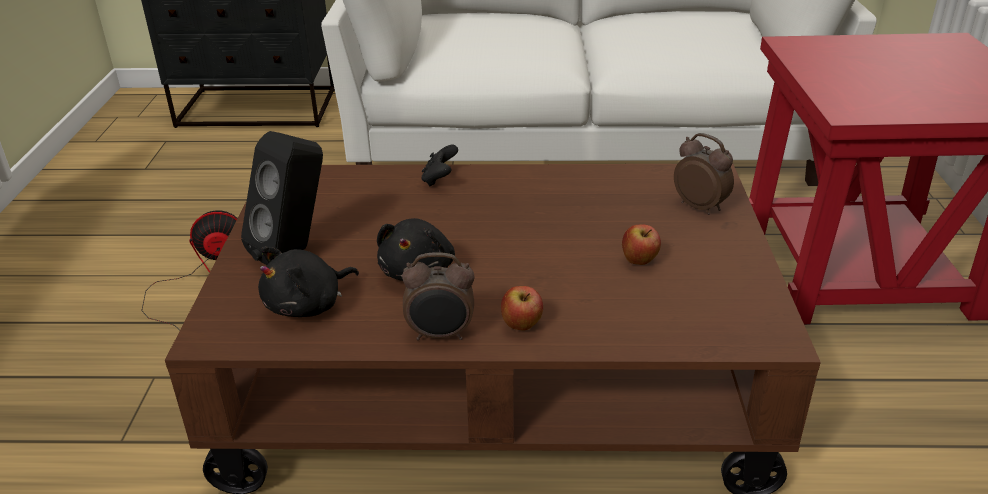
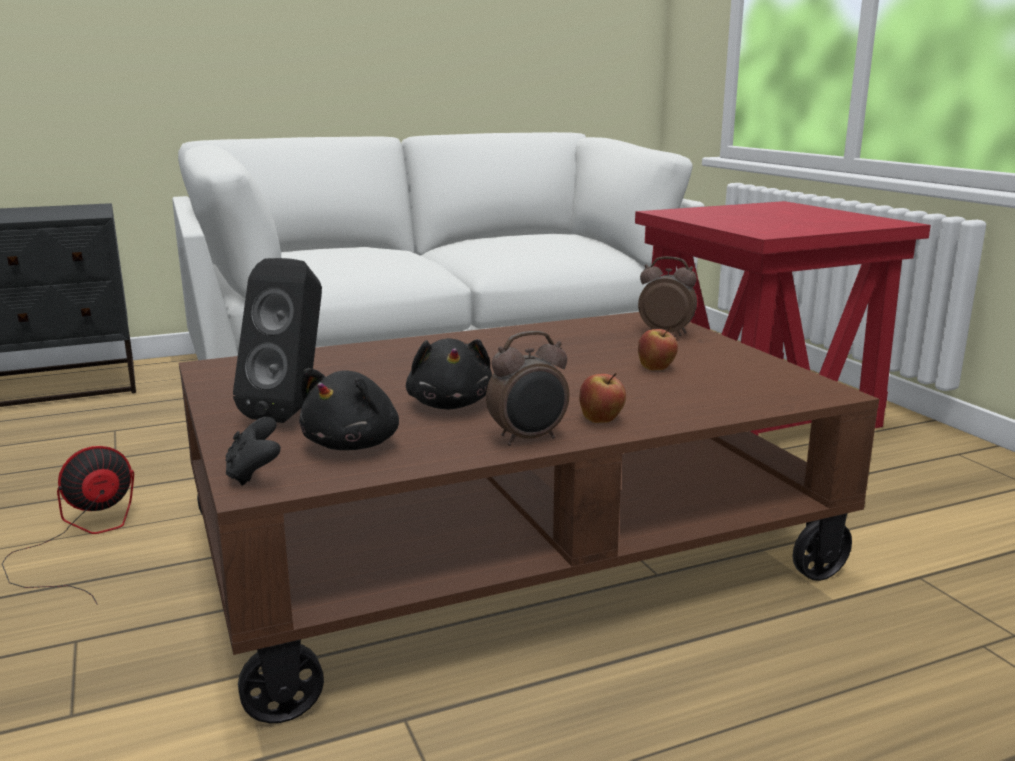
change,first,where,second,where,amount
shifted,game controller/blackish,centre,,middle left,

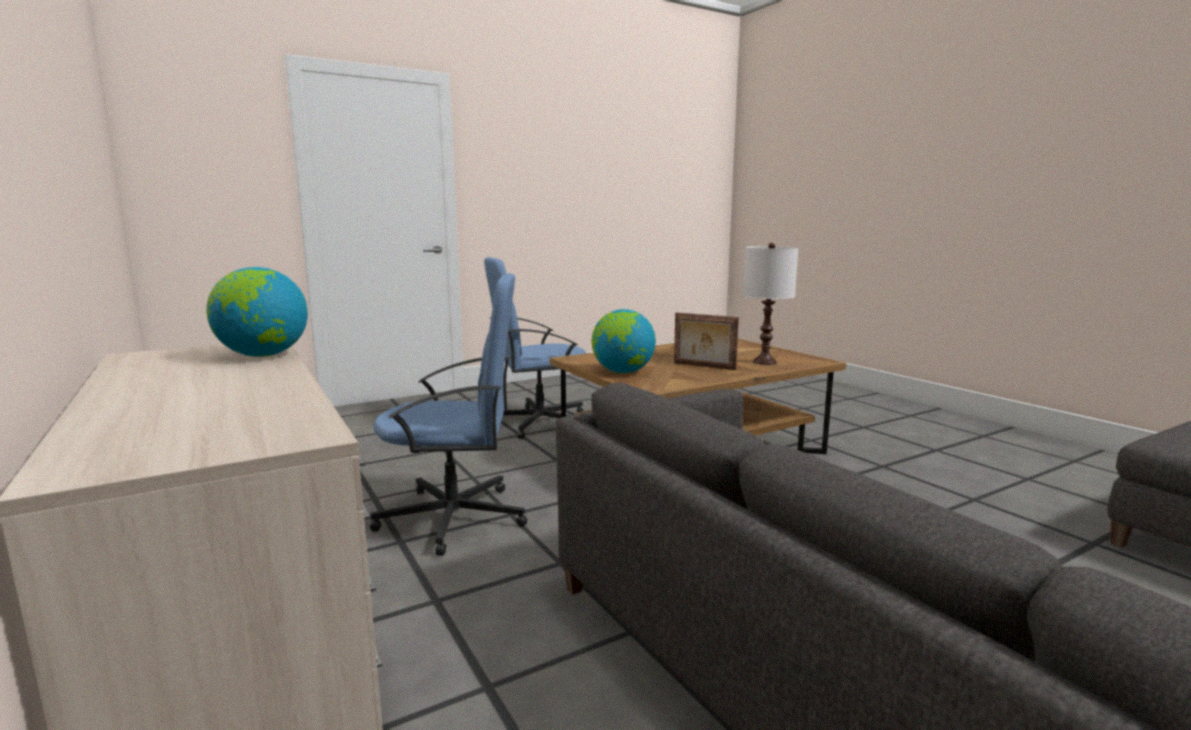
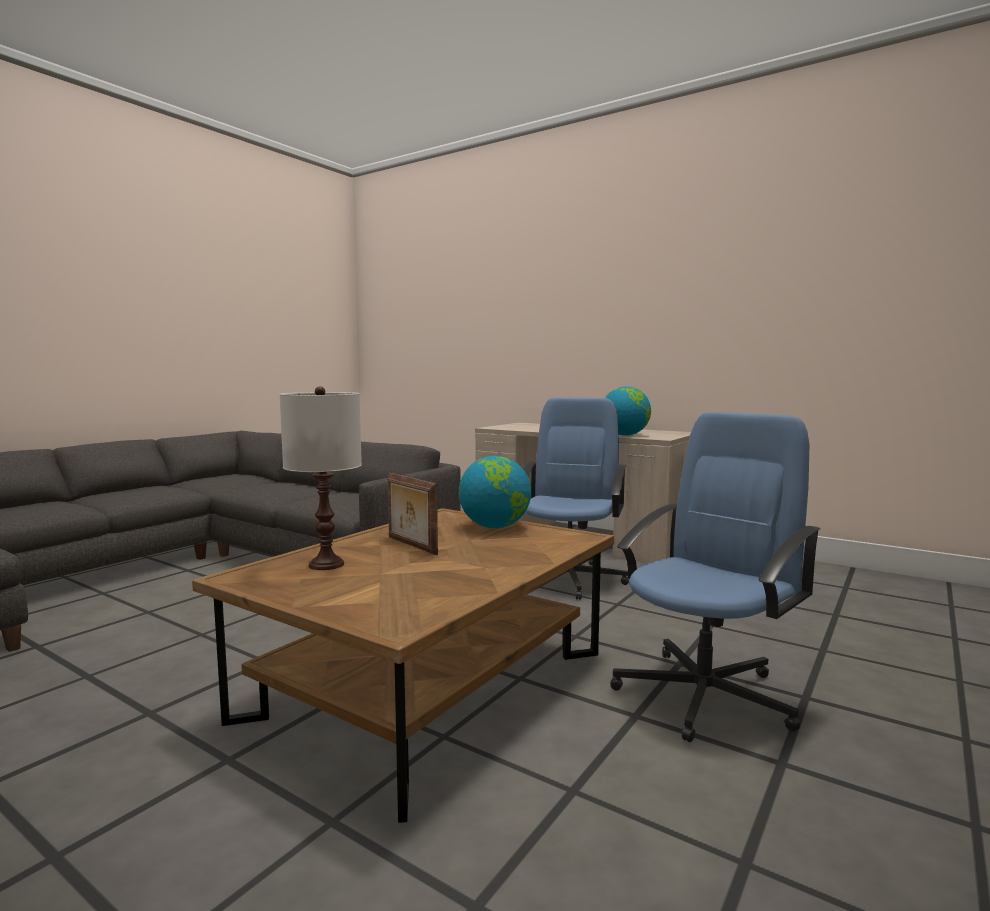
change,first,where,second,where,amount
rotated,computer chair/blue-coloured (no. 1 from left),centre,,centre,135 degrees clockwise
rotated,picture frame,centre,,centre,135 degrees counterclockwise

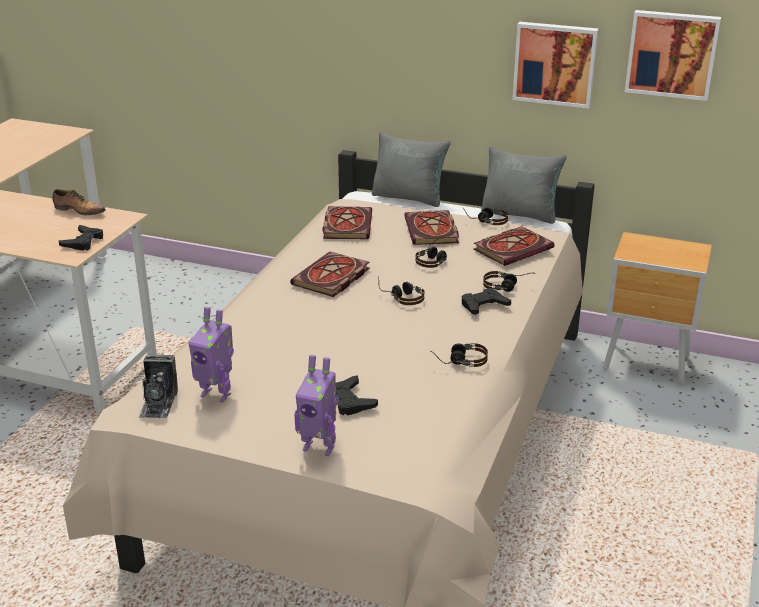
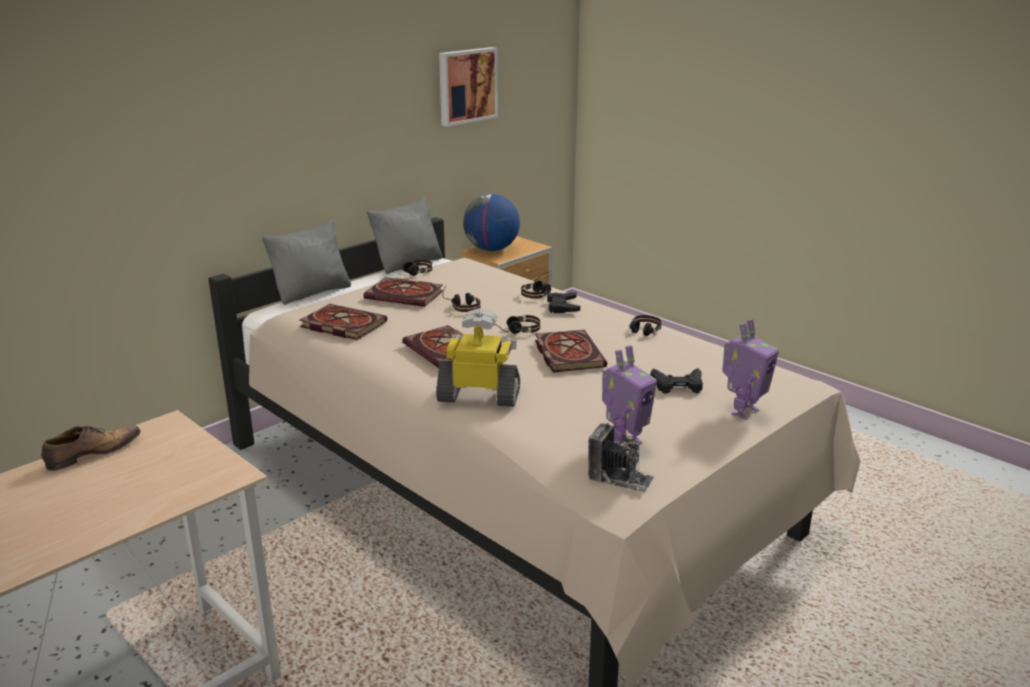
change,first,where,second,where,amount
gone,game controller/blackish (no. 1 from left),middle left,,,
gone,wall art (no. 1 from left),top right,,,
new,,,model robot (no. 1 from left),centre,
new,,,globe,top centre,
shifted,bound book (no. 4 from left),middle right,,centre,

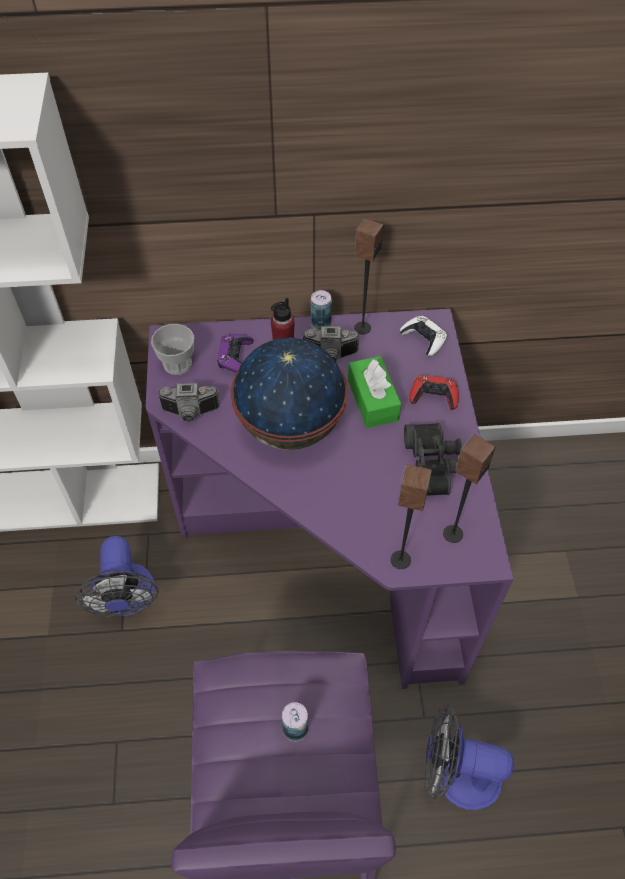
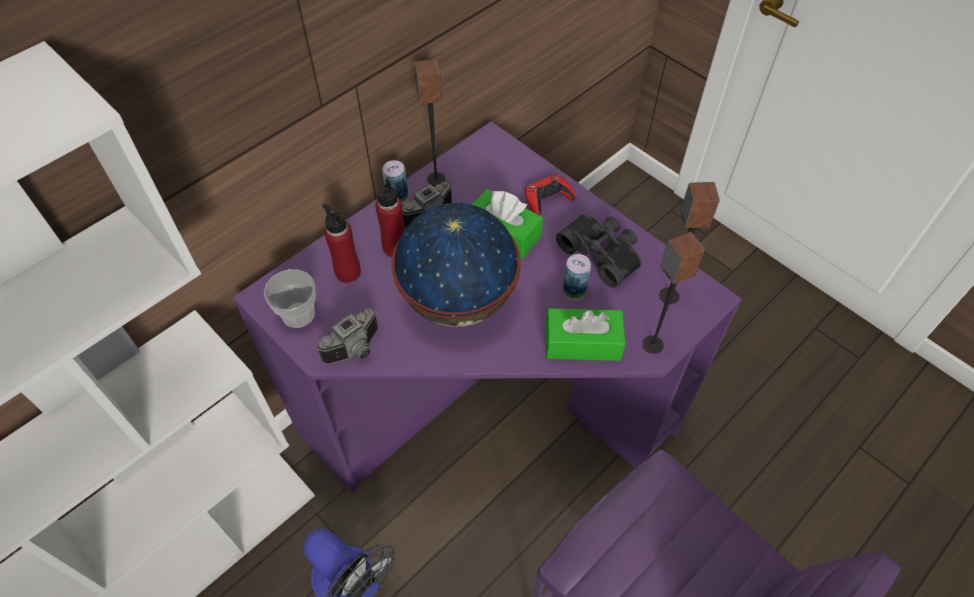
change,first,where,second,where,amount
gone,game controller/white-coloured,middle right,,,
gone,electric fan (no. 2 from left),bottom right,,,
new,,,box of tissues/green-coloured (no. 2 from left),centre,
shifted,metal can (no. 1 from left in the first image),bottom centre,metal can (no. 2 from left),centre,
swapped,game controller/purplish,centre,beverage bottle/red (no. 1 from left),centre,

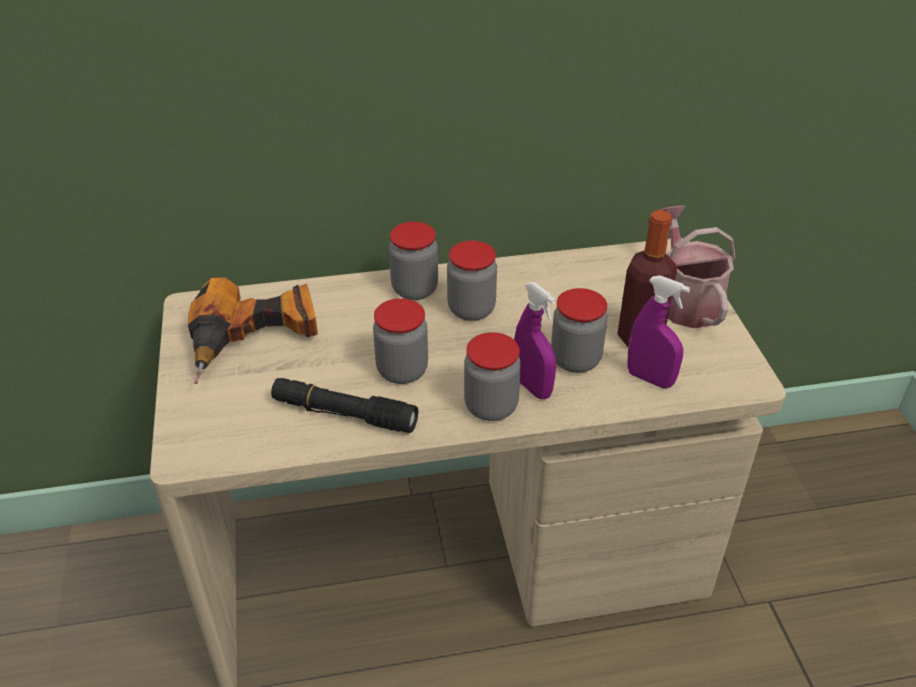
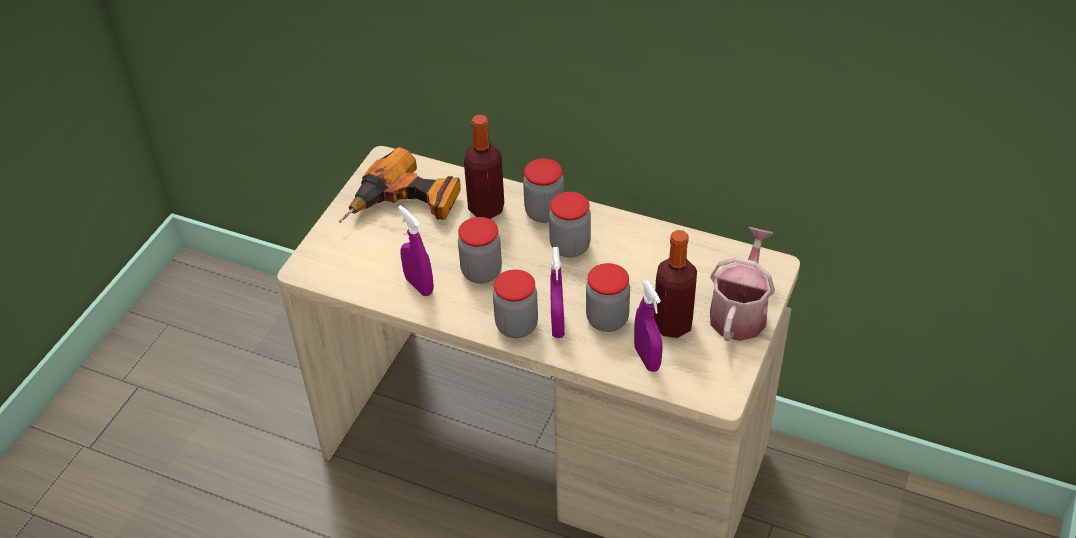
change,first,where,second,where,amount
new,,,beverage bottle (no. 1 from left),top centre,
swapped,flashlight/blackish,centre,spray bottle/purplish (no. 1 from left),centre,

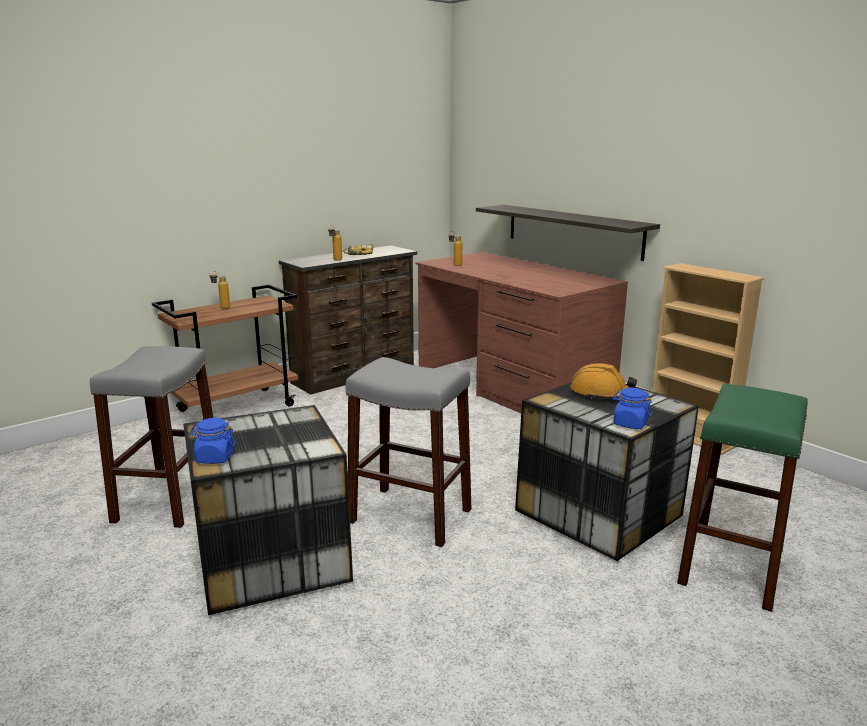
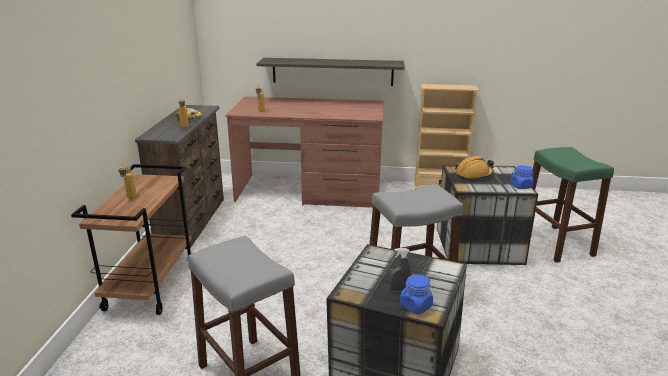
change,first,where,second,where,amount
new,,,spray bottle/gray,bottom centre,

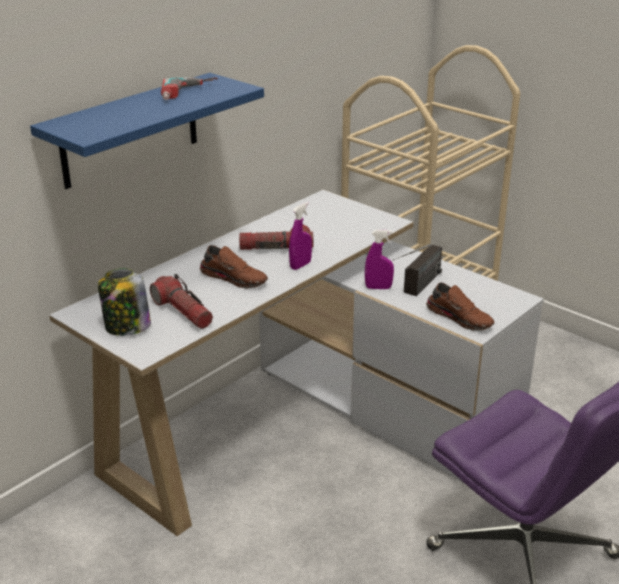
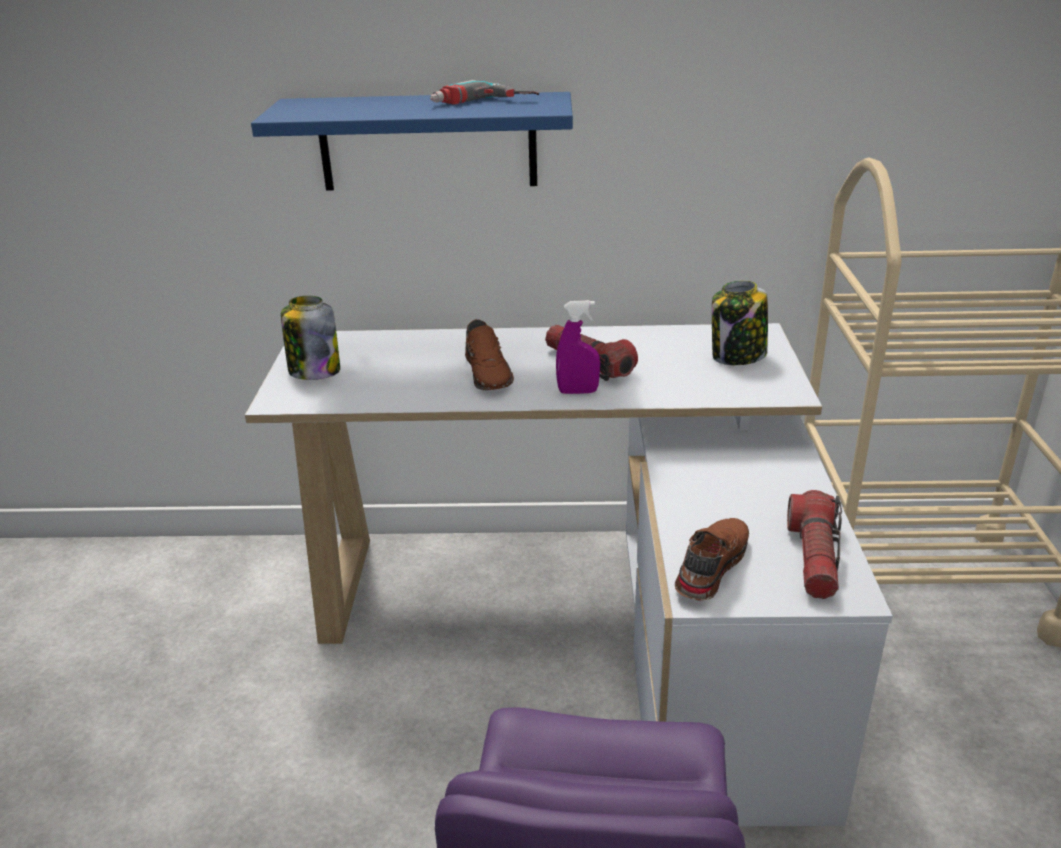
change,first,where,second,where,amount
gone,spray bottle/purplish (no. 2 from left),centre,,,
gone,radio receiver,middle right,,,
new,,,storage jar (no. 2 from left),middle right,
shifted,flashlight (no. 1 from left in the first image),middle left,flashlight (no. 2 from left),middle right,
rotated,low shoe/brownish (no. 2 from left),middle right,,middle right,150 degrees counterclockwise

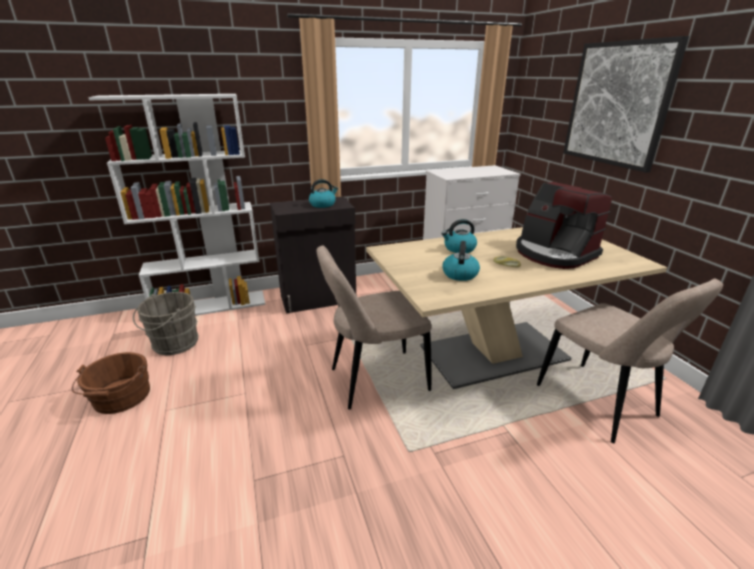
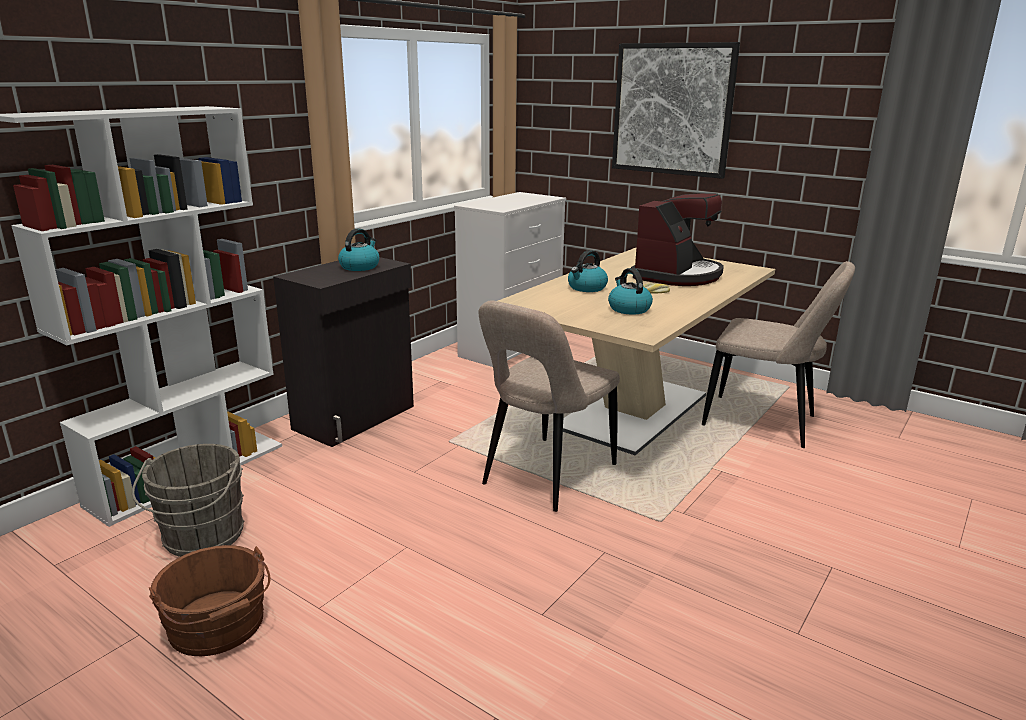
change,first,where,second,where,amount
rotated,coffee maker,middle right,,top centre,75 degrees counterclockwise

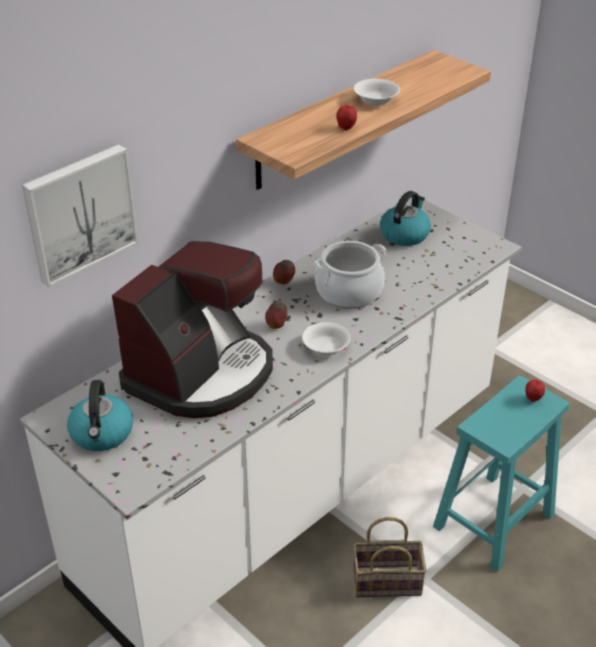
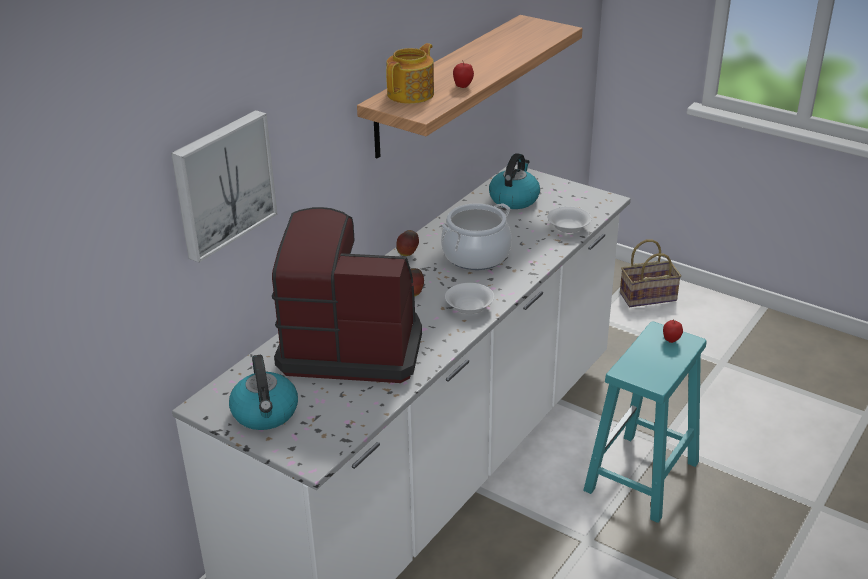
change,first,where,second,where,amount
new,,,tea pot,top centre,
shifted,deep dish/white-coloured (no. 2 from left),top centre,,centre,
shifted,household basket,bottom centre,,middle right,
rotated,coffee maker,middle left,,centre,105 degrees counterclockwise

